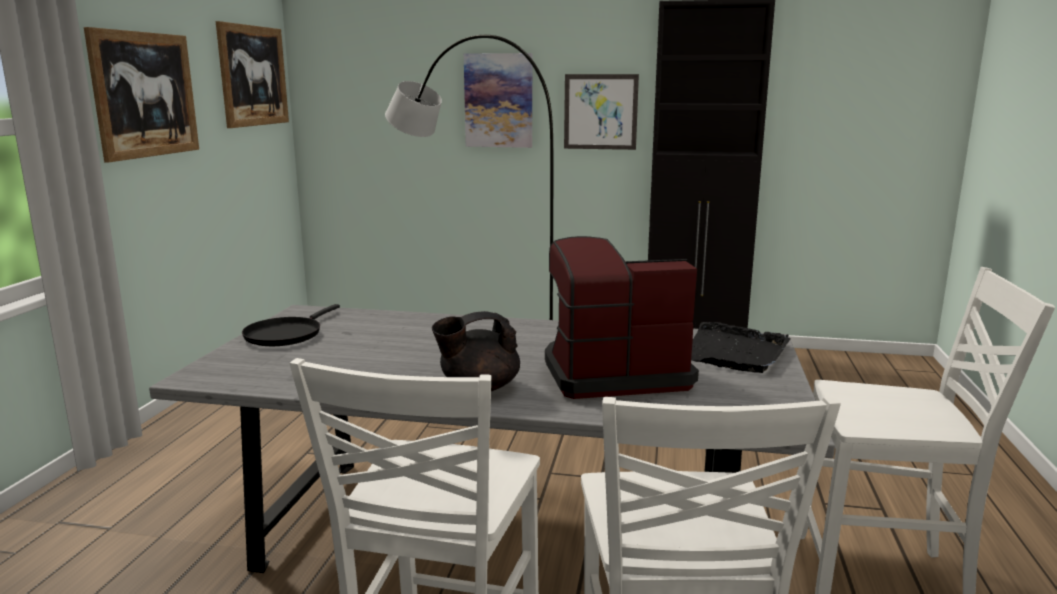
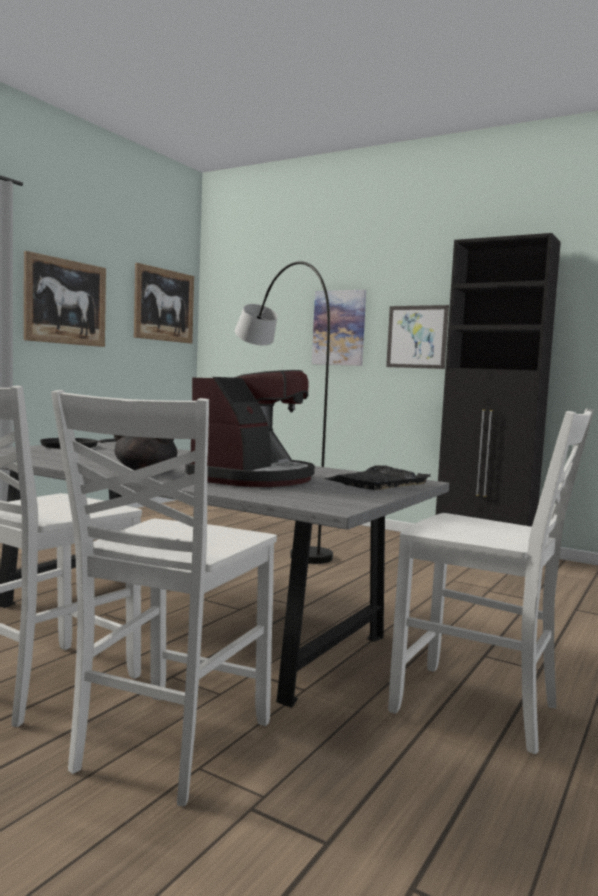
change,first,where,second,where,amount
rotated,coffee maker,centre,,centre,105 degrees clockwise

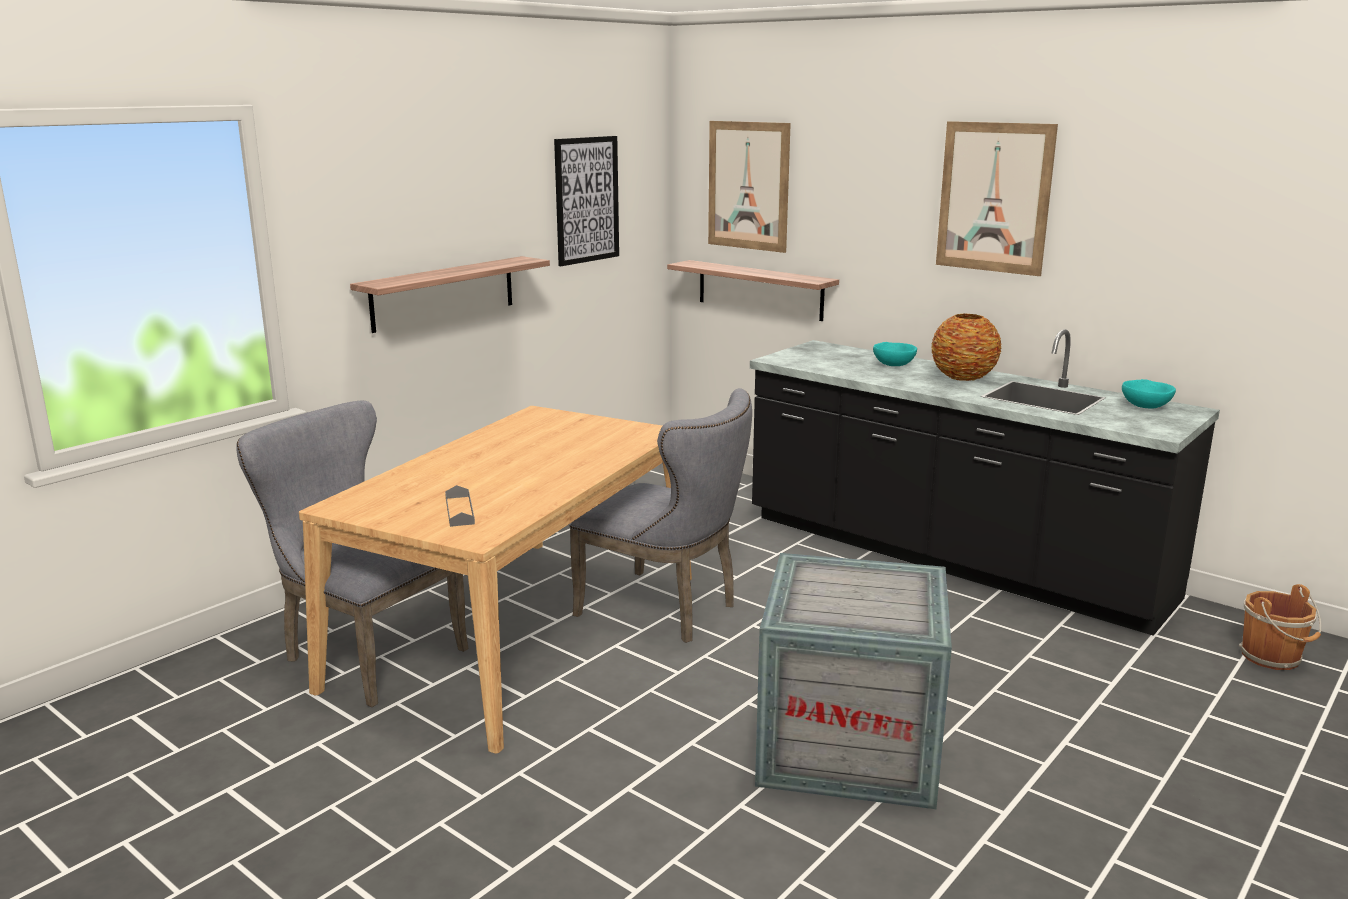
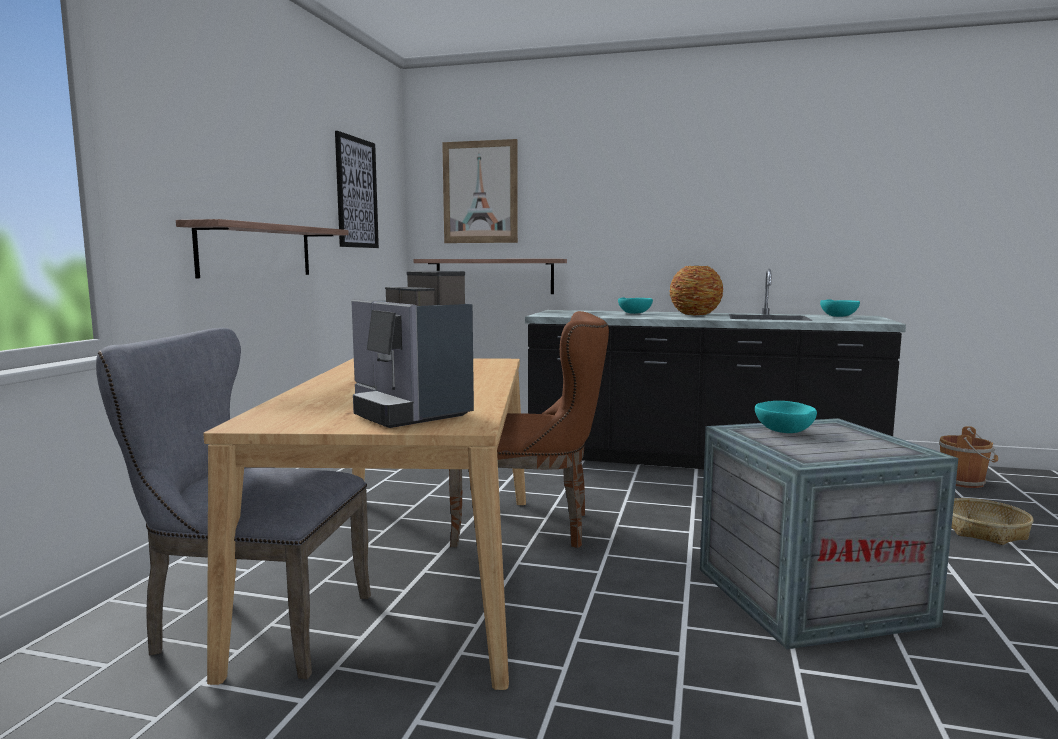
change,first,where,second,where,amount
gone,wall art (no. 3 from left),top right,,,
new,,,deep dish/turquoise-coloured (no. 2 from left),middle right,
new,,,household basket,bottom right,
swapped,tray/gray,centre,coffee maker,centre,
repainted,plain chair/gray (no. 2 from left),centre,plain chair/brownish,centre,

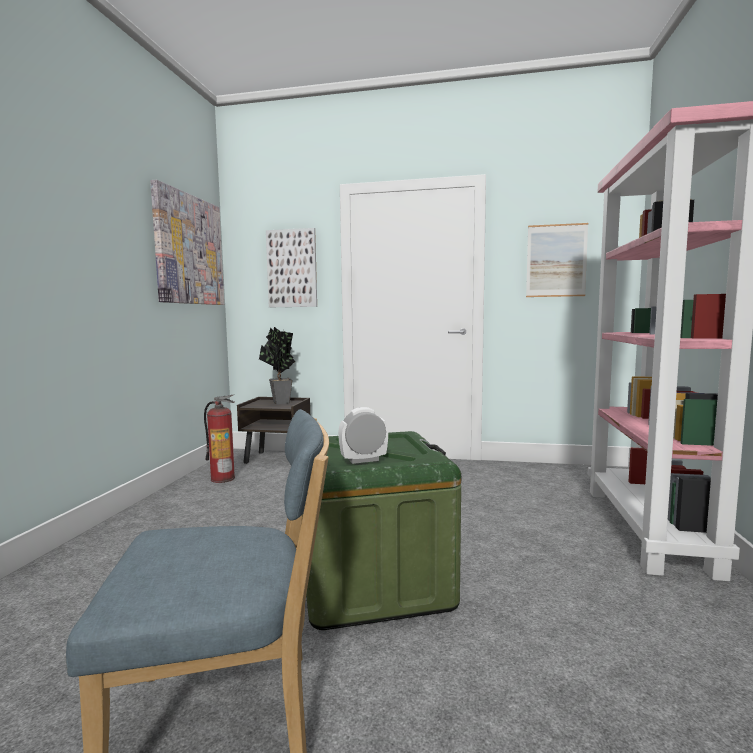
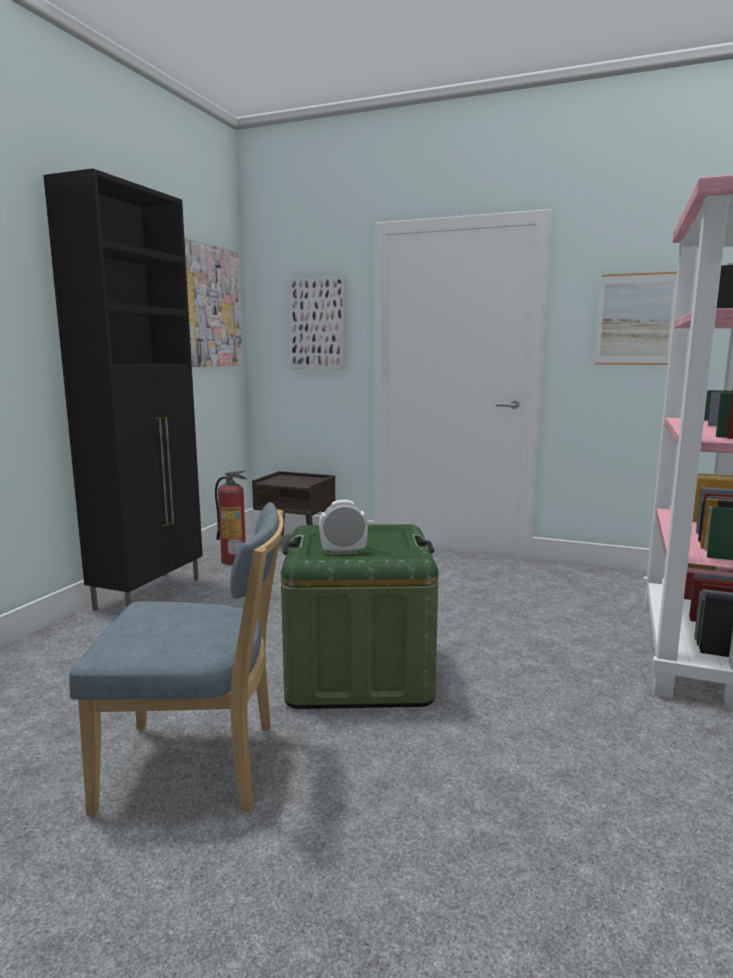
change,first,where,second,where,amount
gone,plant in a pot,centre,,,
new,,,cupboard/blackish,middle left,

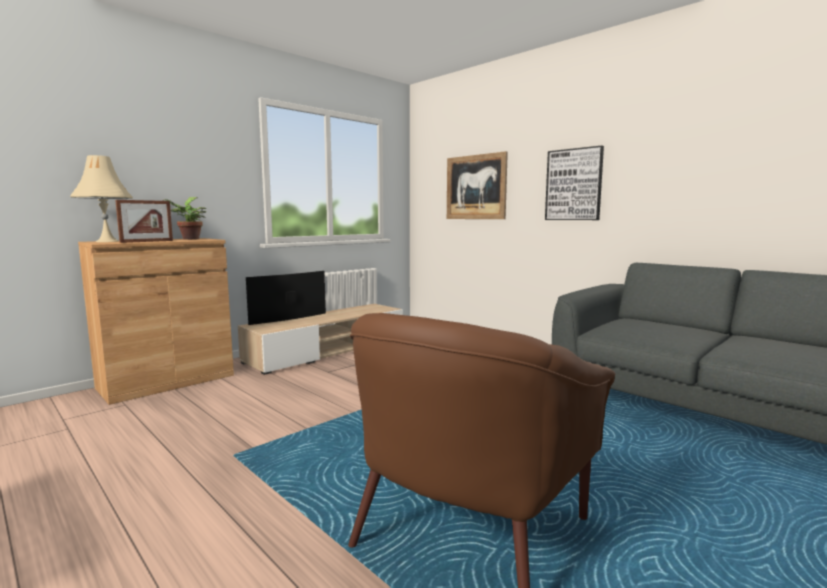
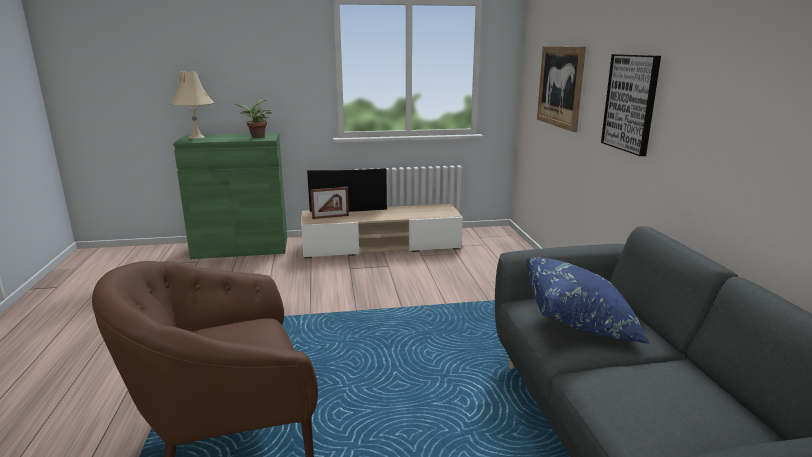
change,first,where,second,where,amount
new,,,throw pillow/blue-coloured,middle right,
shifted,picture frame,middle left,,centre,
repainted,cupboard/brownish,middle left,cupboard/green-coloured,middle left,

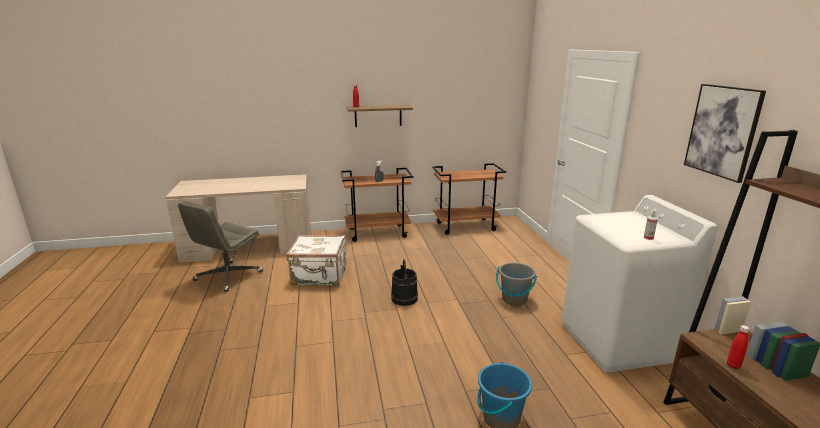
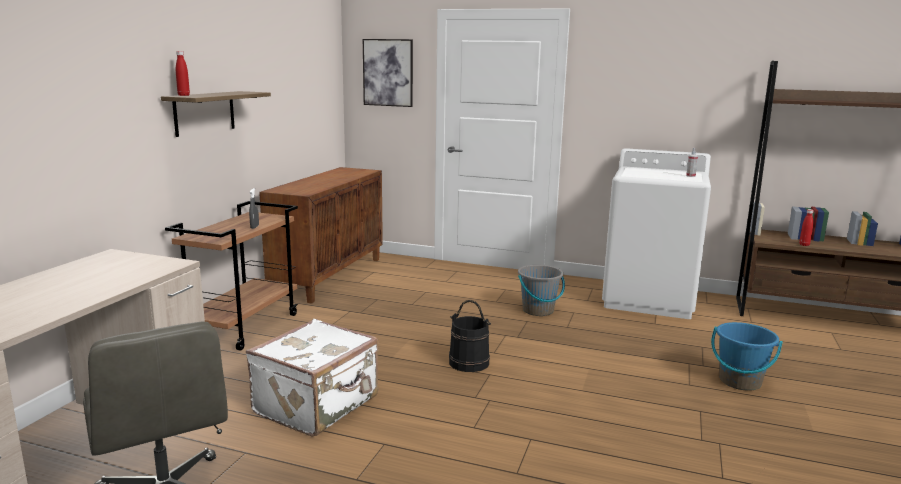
change,first,where,second,where,amount
shifted,wall art,top right,,top centre,
swapped,wheeled cart/brownish (no. 2 from left),centre,cupboard/brownish,centre,

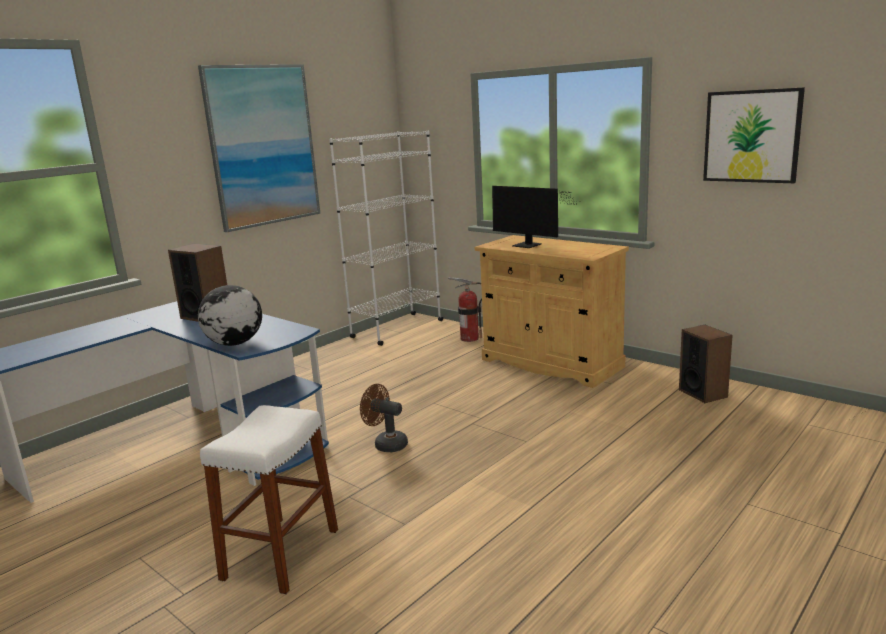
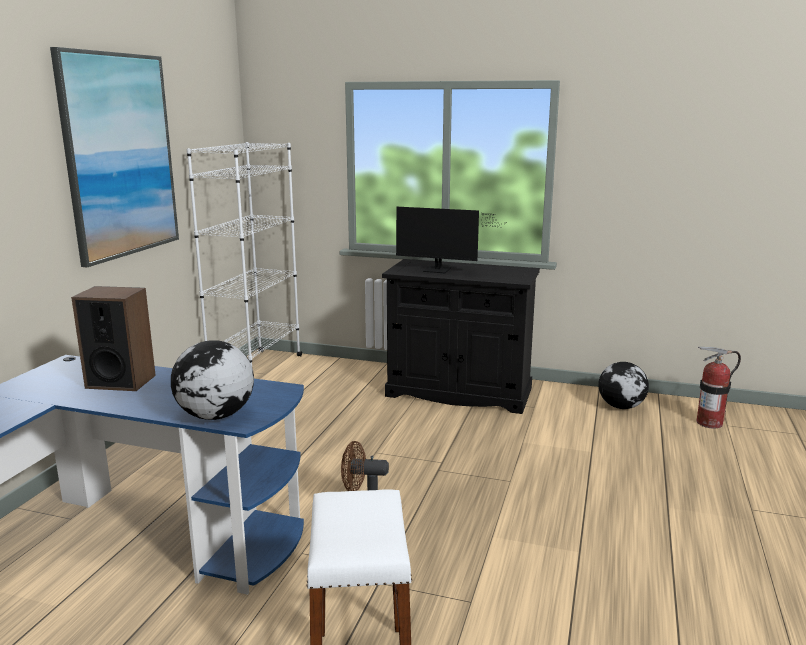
change,first,where,second,where,amount
gone,wall art (no. 2 from left),top right,,,
shifted,fire-fighting cylinder,centre,,middle right,
swapped,loudspeaker (no. 2 from left),middle right,globe (no. 2 from left),middle right,
repainted,cupboard/beige,centre,cupboard/blackish,centre,

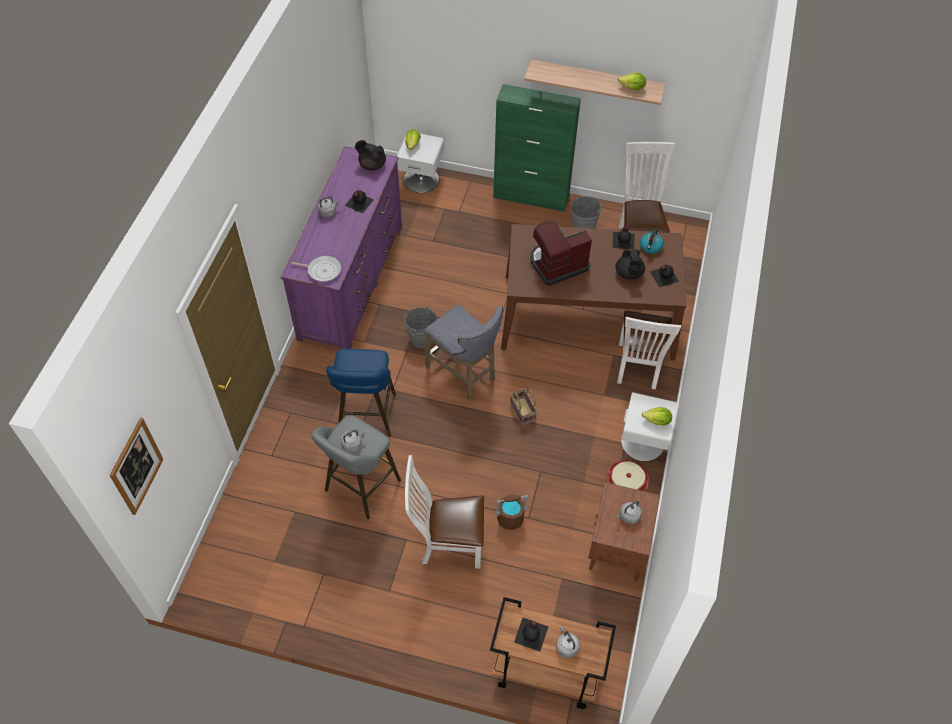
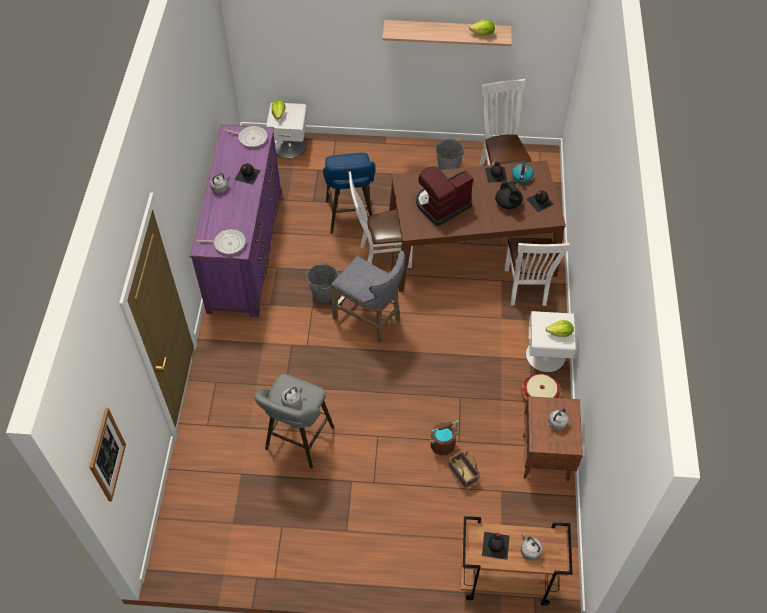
change,first,where,second,where,amount
gone,cupboard/green-coloured,top centre,,,
shifted,stool/blue-coloured,centre,,top centre,
shifted,plain chair/white-coloured (no. 1 from left),bottom centre,,centre,
shifted,household basket (no. 1 from left),centre,,bottom centre,
swapped,tea pot/blackish (no. 1 from left),top centre,frying pan (no. 2 from left),top left,

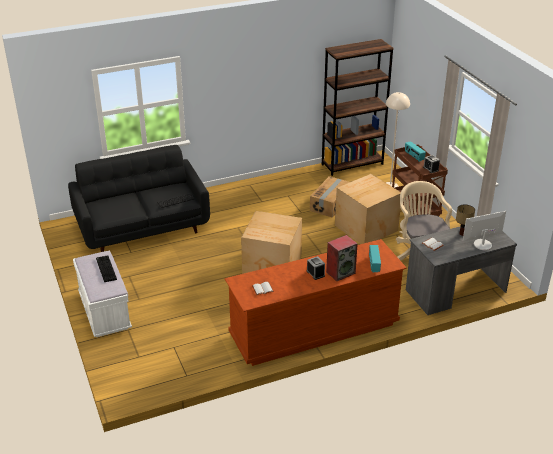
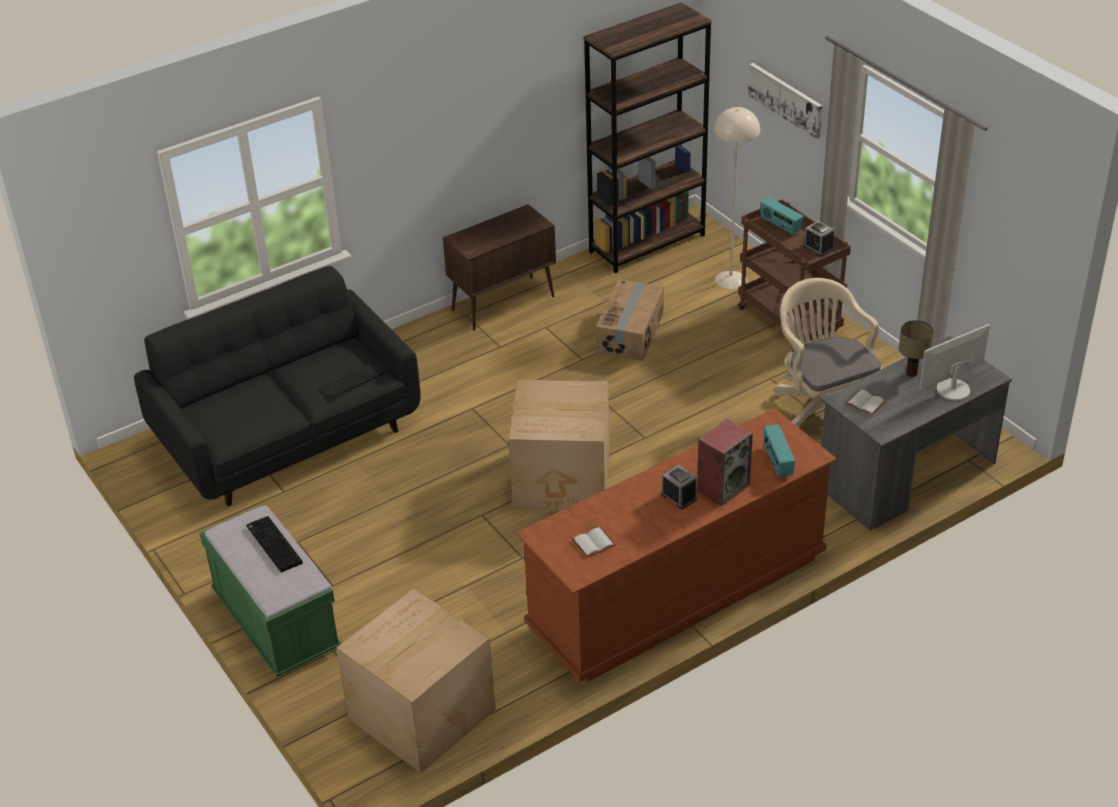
change,first,where,second,where,amount
new,,,cupboard/brownish,top centre,
new,,,wall art,top right,
shifted,packing box (no. 3 from left in the first image),centre,packing box (no. 1 from left),bottom centre,
repainted,long seat/white-coloured,middle left,long seat/green-coloured,bottom left,

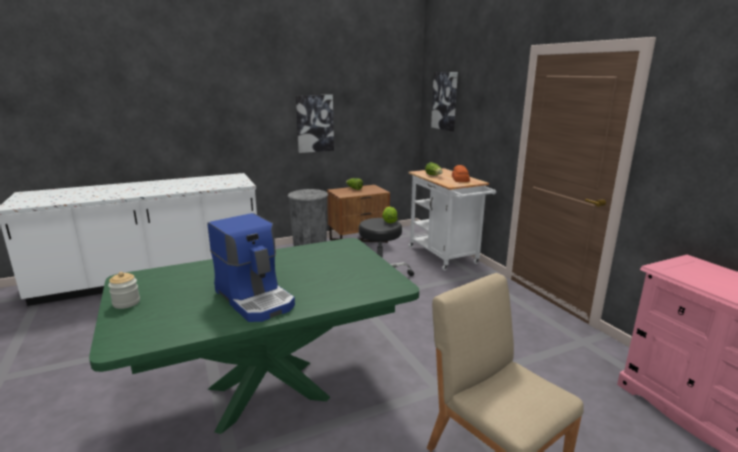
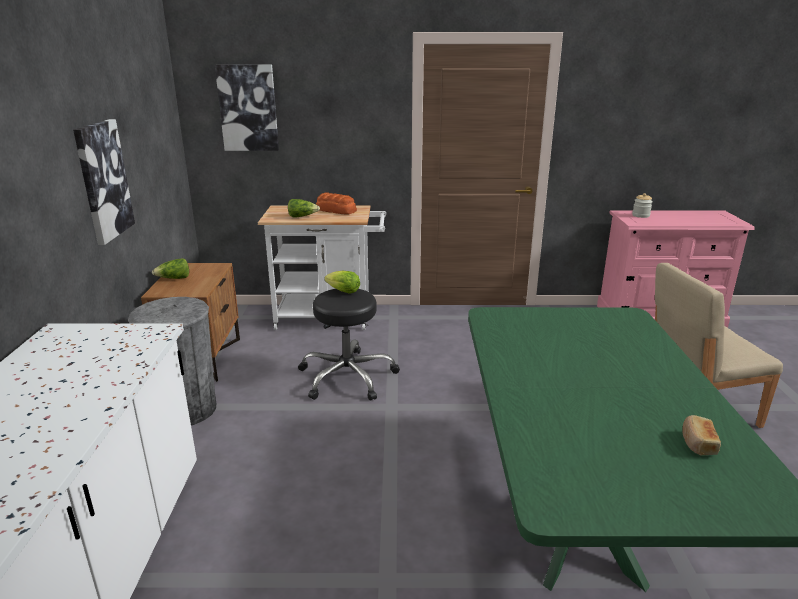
change,first,where,second,where,amount
gone,coffee maker,centre,,,
new,,,baked bread (no. 2 from left),bottom right,
shifted,storage jar,middle left,,middle right,

